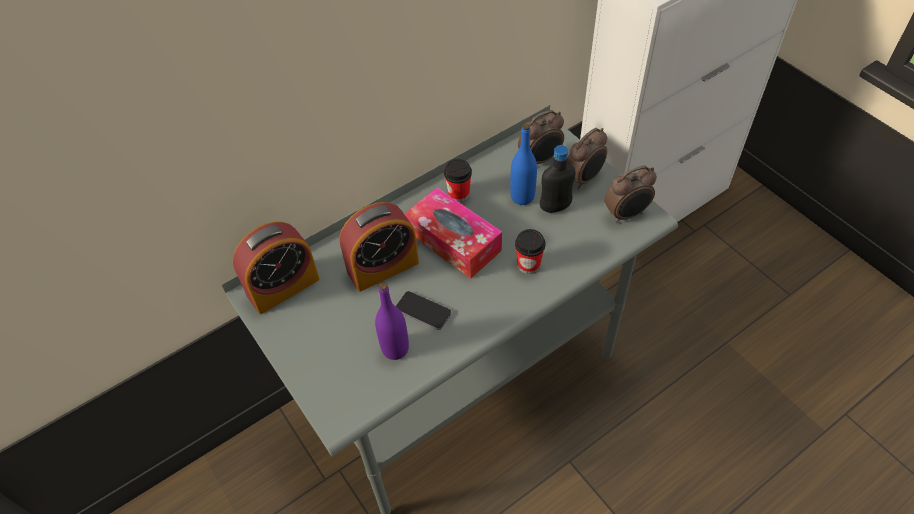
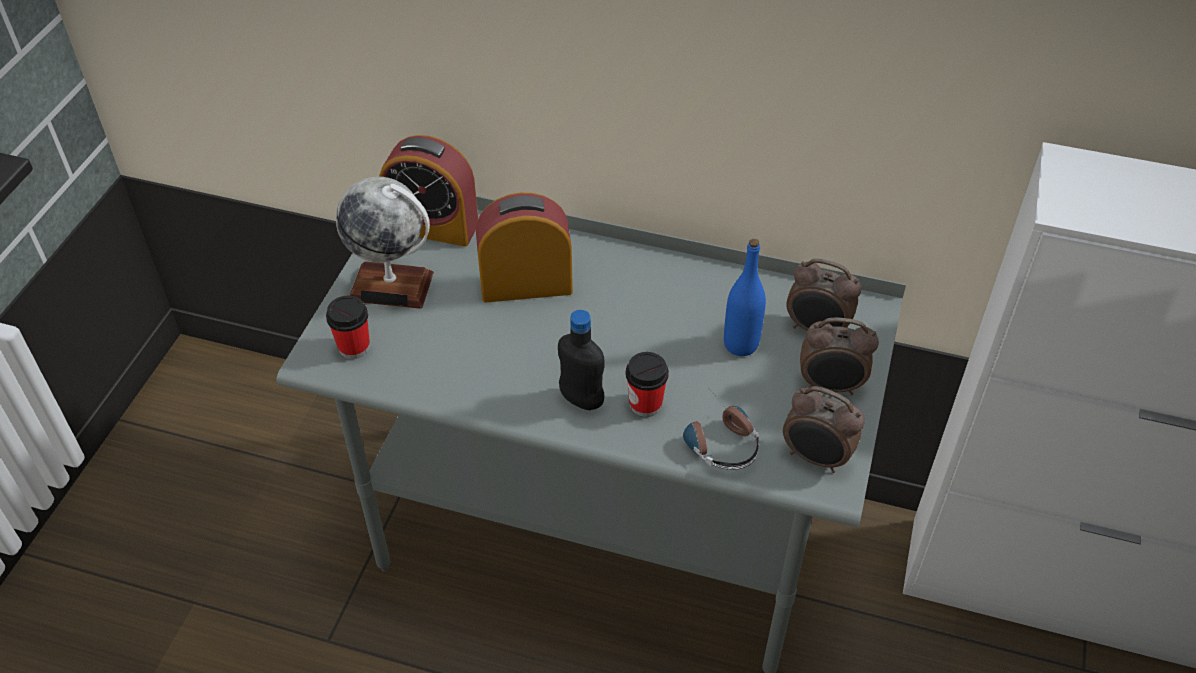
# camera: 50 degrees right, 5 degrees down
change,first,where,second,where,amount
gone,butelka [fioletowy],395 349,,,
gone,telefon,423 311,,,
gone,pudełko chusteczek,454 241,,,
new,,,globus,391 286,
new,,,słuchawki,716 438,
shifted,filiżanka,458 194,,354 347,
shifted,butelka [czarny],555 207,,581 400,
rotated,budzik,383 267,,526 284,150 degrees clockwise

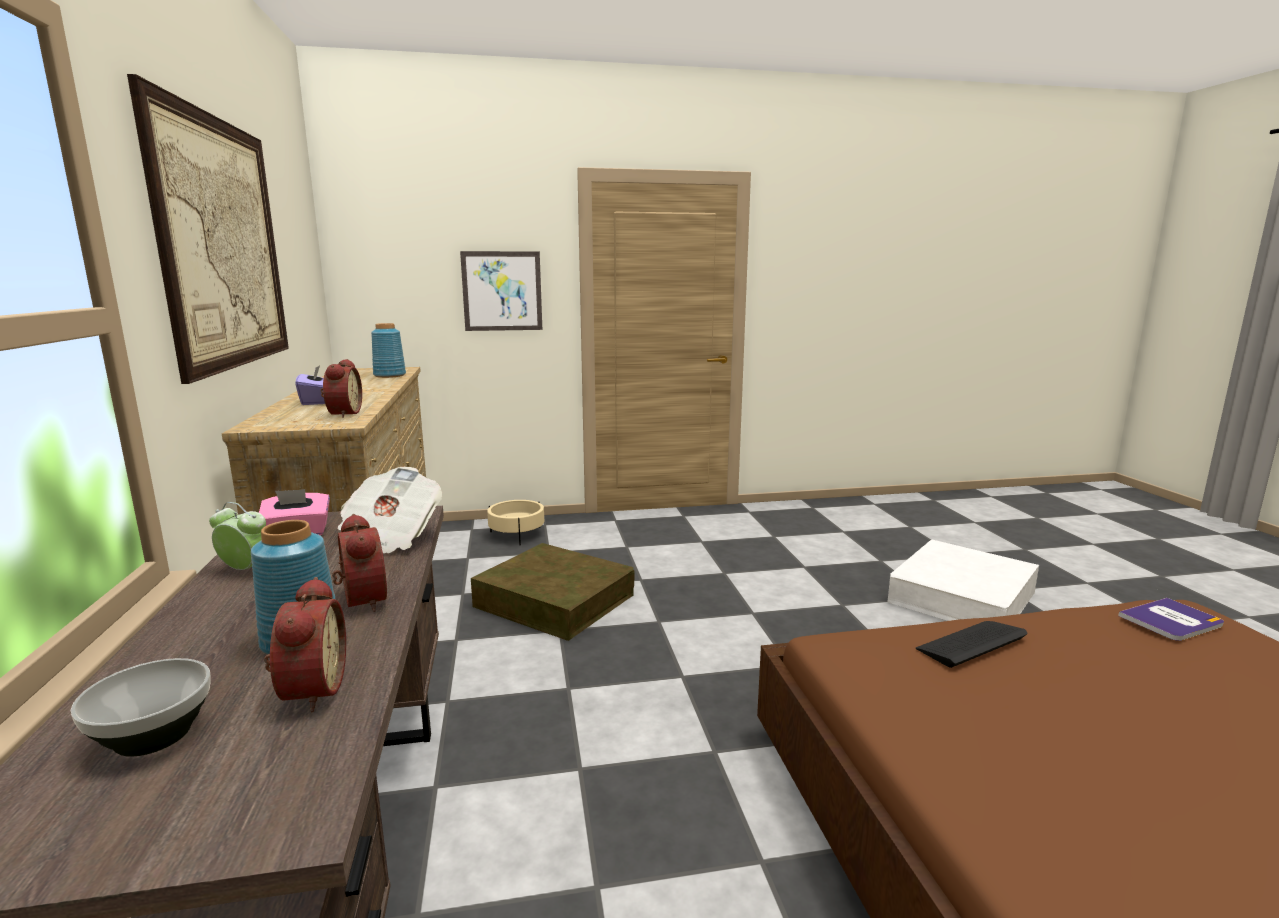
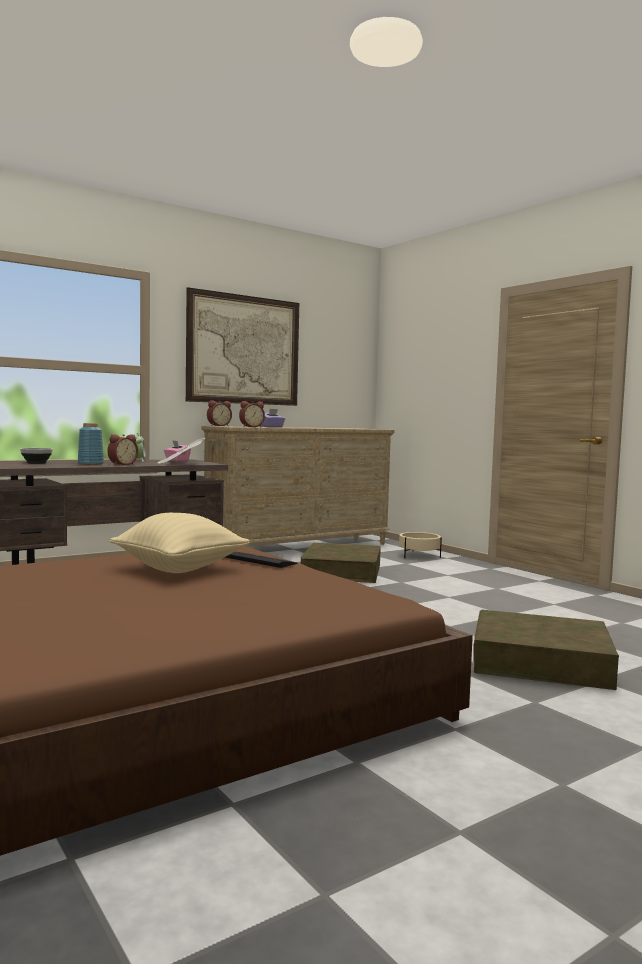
# camera: 65 degrees right, 10 degrees down
change,first,where,second,where,amount
gone,wazon [niebieski],389 375,,,
gone,obraz,502 291,,,
gone,książka,1171 621,,,
new,,,poduszka [beżowy],180 569,
shifted,budzik,309 690,,218 426,
repainted,pojemnik do przechowywania [biały],962 597,pojemnik do przechowywania [brązowy],541 661,

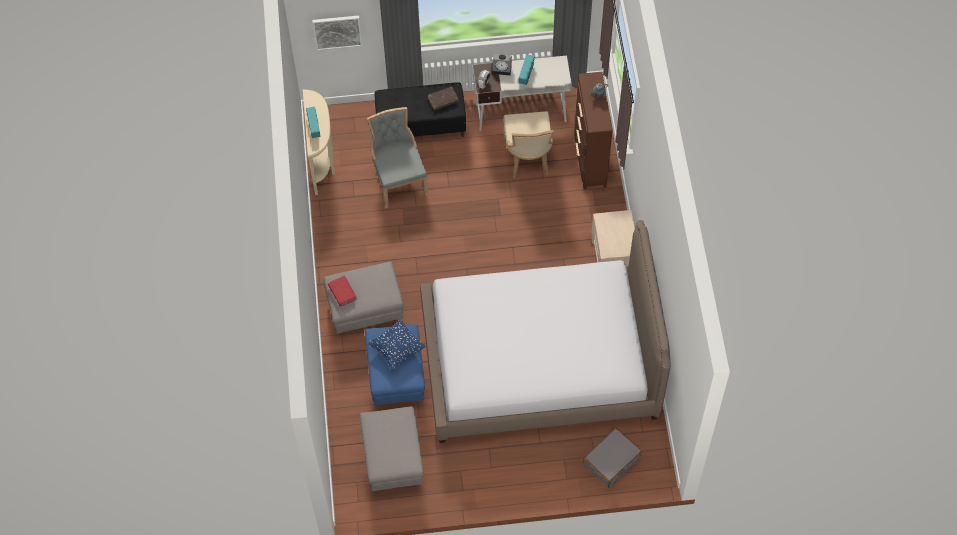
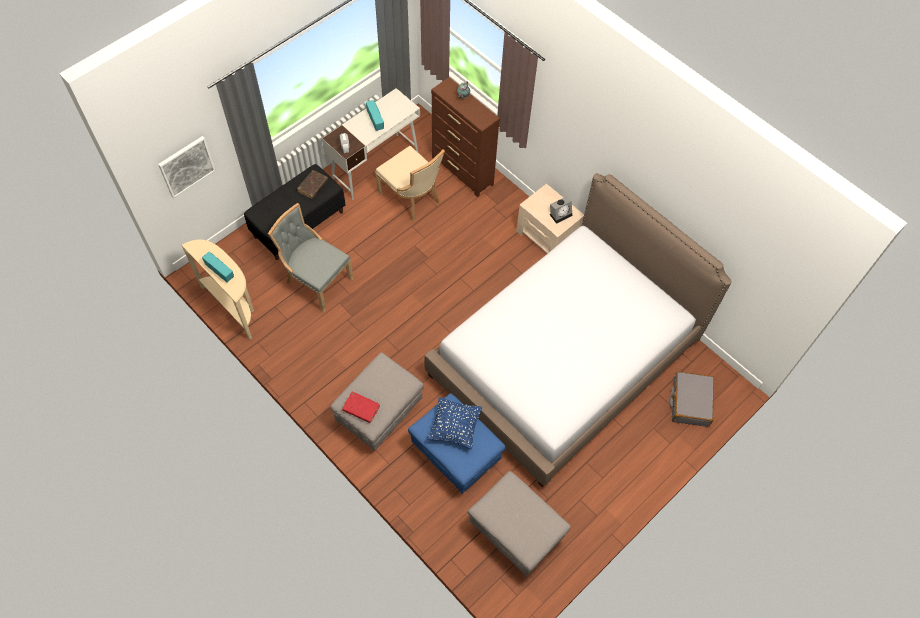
# camera: 40 degrees left, 0 degrees up
change,first,where,second,where,amount
shifted,budzik,502 68,,560 214,

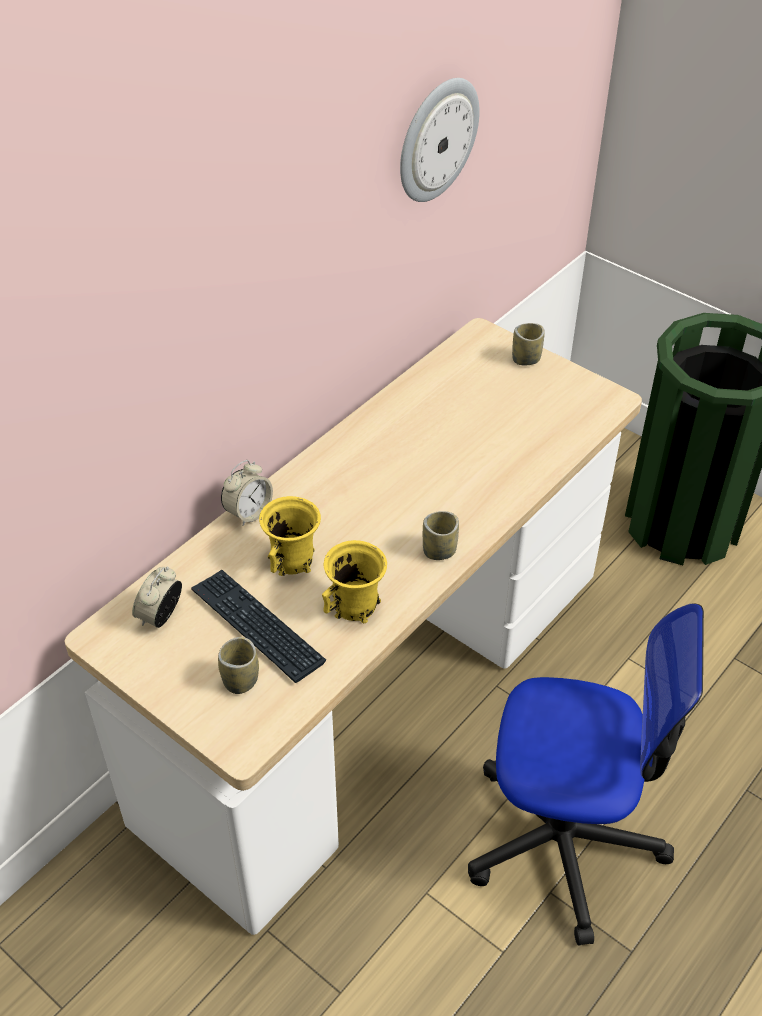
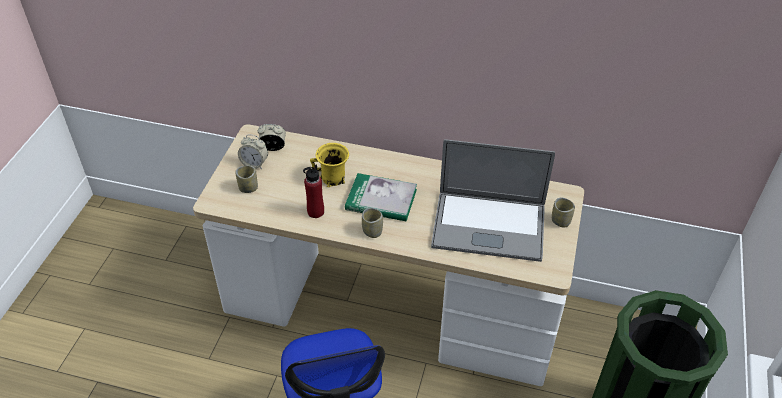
# camera: 65 degrees right, 0 degrees up
change,first,where,second,where,amount
gone,klawiatura,257 626,,,
gone,zegar ścienny,436 139,,,
new,,,książka,381 200,
new,,,laptop,488 226,
shifted,budzik,248 512,,254 164,
swapped,kubek [żółty],356 605,butelka [czerwony],315 212,

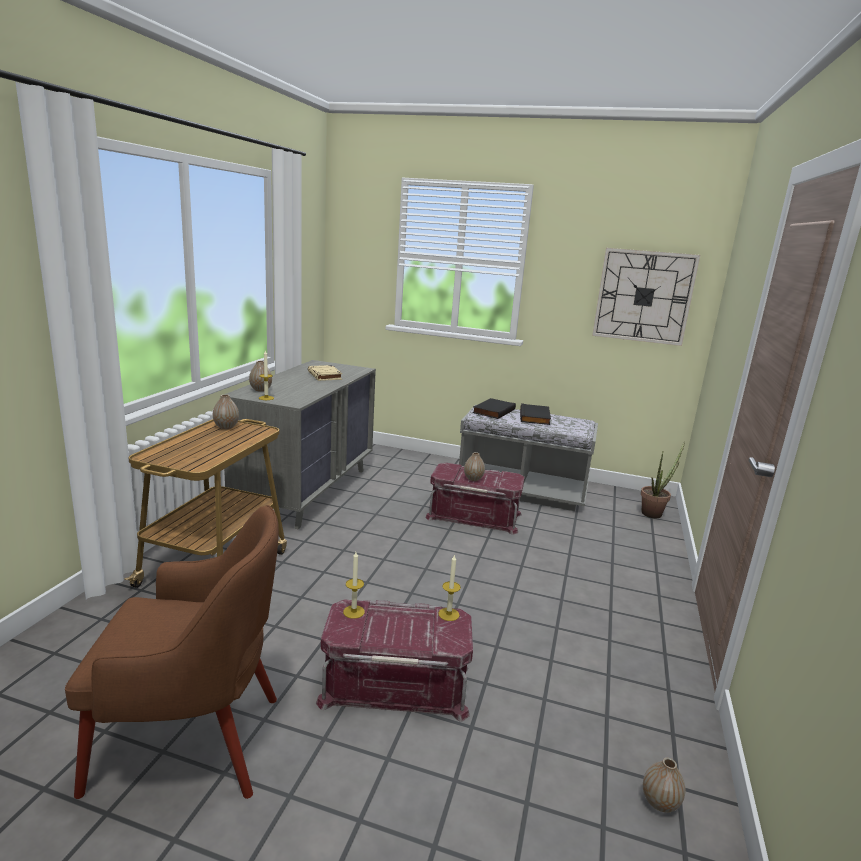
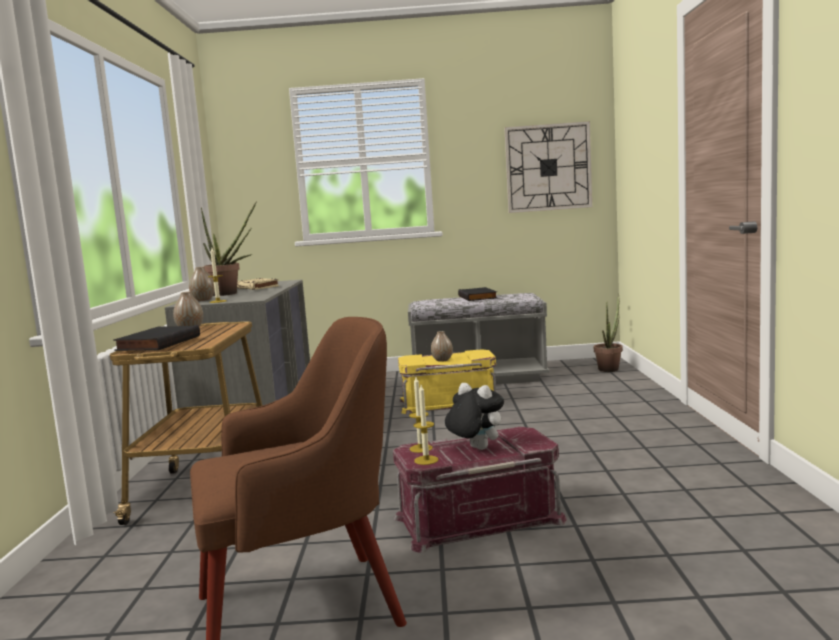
# camera: 15 degrees left, 10 degrees down
change,first,where,second,where,amount
gone,wazon,659 802,,,
new,,,roślina doniczkowa,230 294,
new,,,pluszak,475 449,
shifted,świeca,448 614,,426 460,
shifted,książka [czarny],493 411,,157 343,
repainted,pojemnik do przechowywania [czerwony],474 515,pojemnik do przechowywania [żółty],448 402,

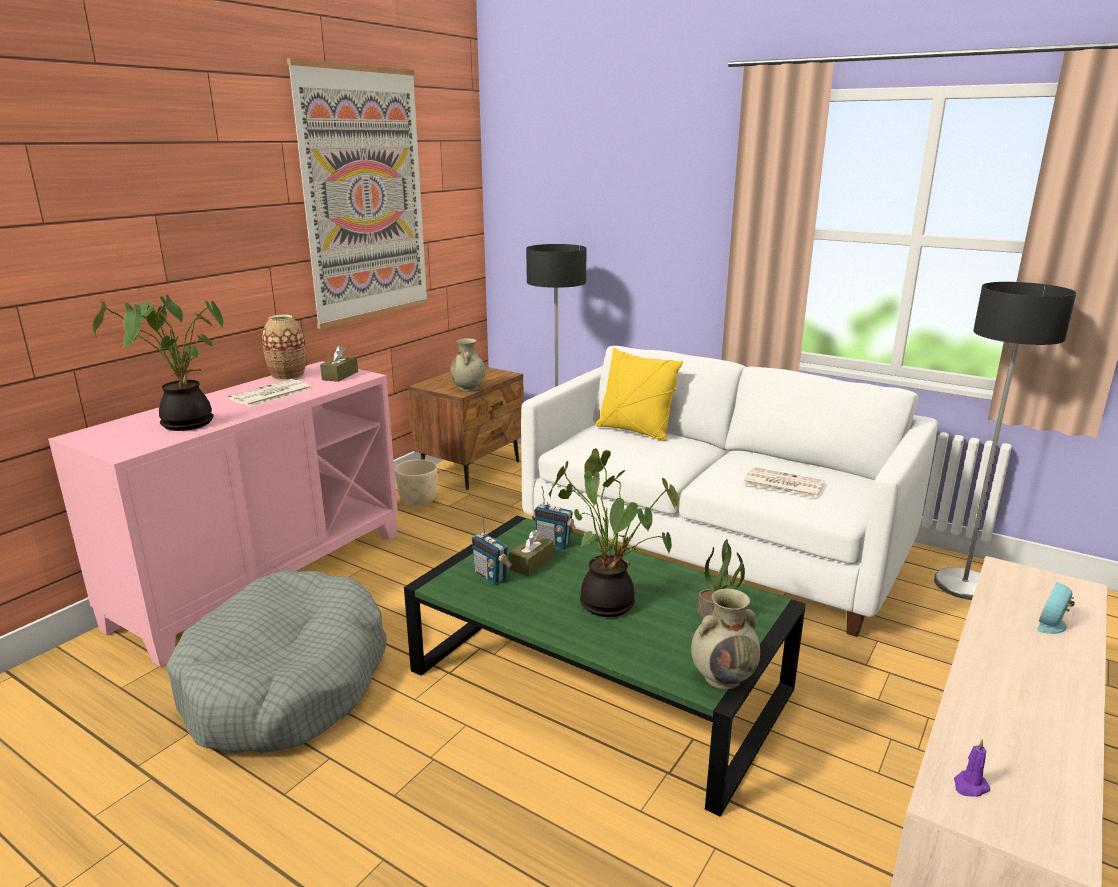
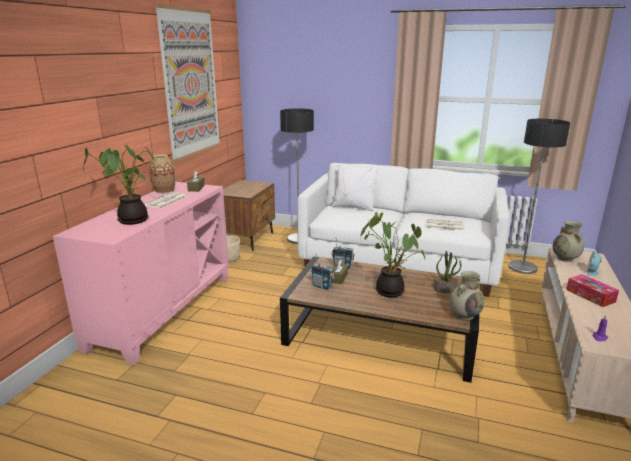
# camera: 15 degrees left, 0 degrees up
change,first,where,second,where,amount
gone,legowisko [szary],286 683,,,
new,,,pudełko chusteczek,590 296,
shifted,wazon [beżowy],468 388,,565 259,
repainted,ława [zielony],600 679,ława [brązowy],381 333,
repainted,poduszka [żółty],634 431,poduszka [biały],354 207,

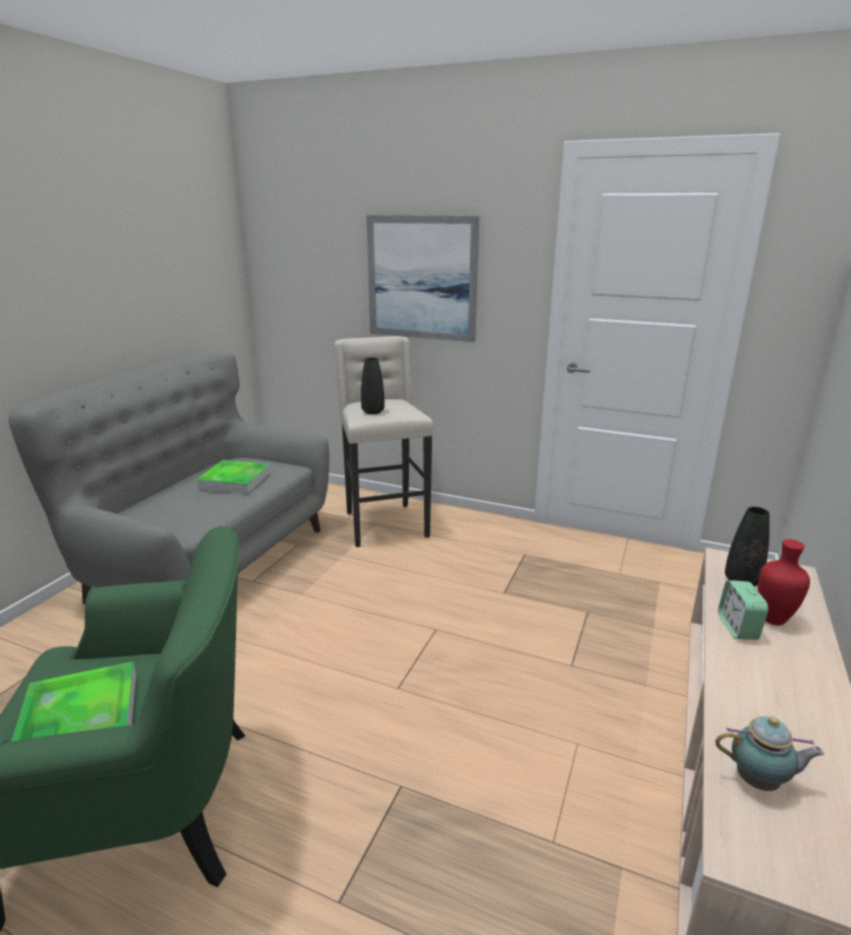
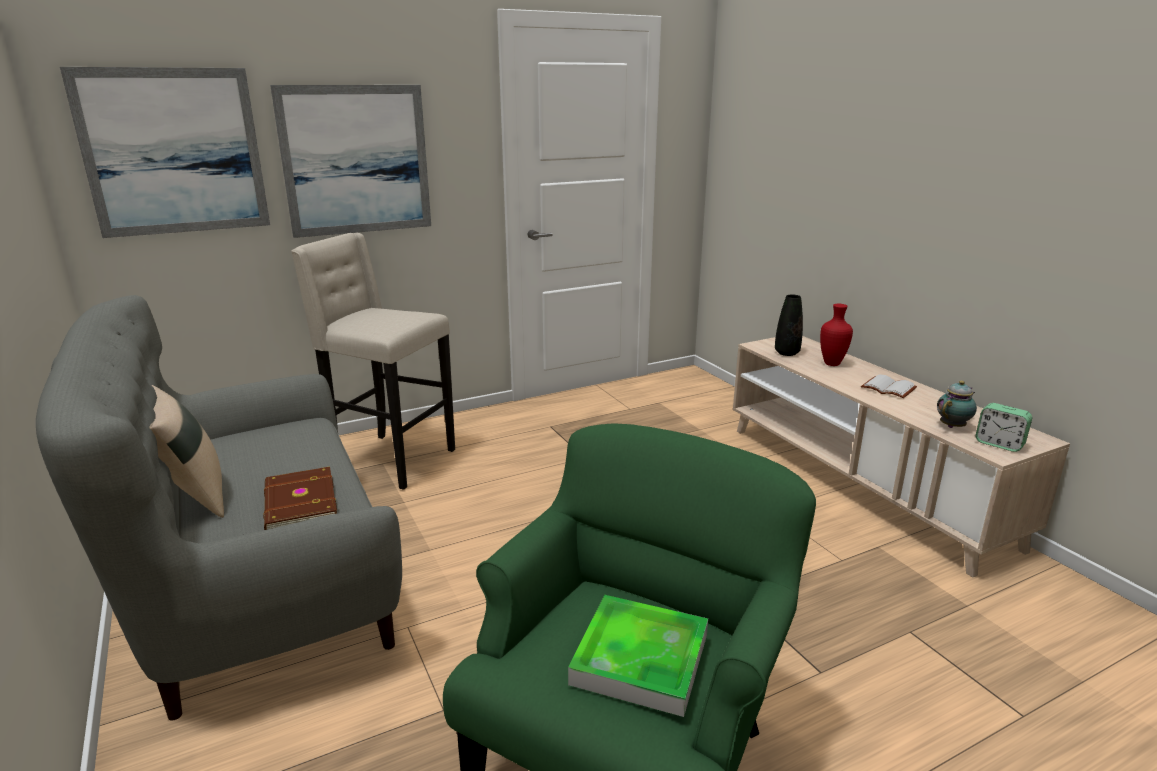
# camera: 50 degrees left, 0 degrees up
change,first,where,second,where,amount
gone,taca,235 481,,,
gone,wazon [czarny],373 412,,,
new,,,obraz,174 152,
new,,,poduszka [beżowy],192 497,
new,,,książka [brązowy],298 504,
new,,,książka [biały],887 388,
shifted,budzik,737 628,,999 444,

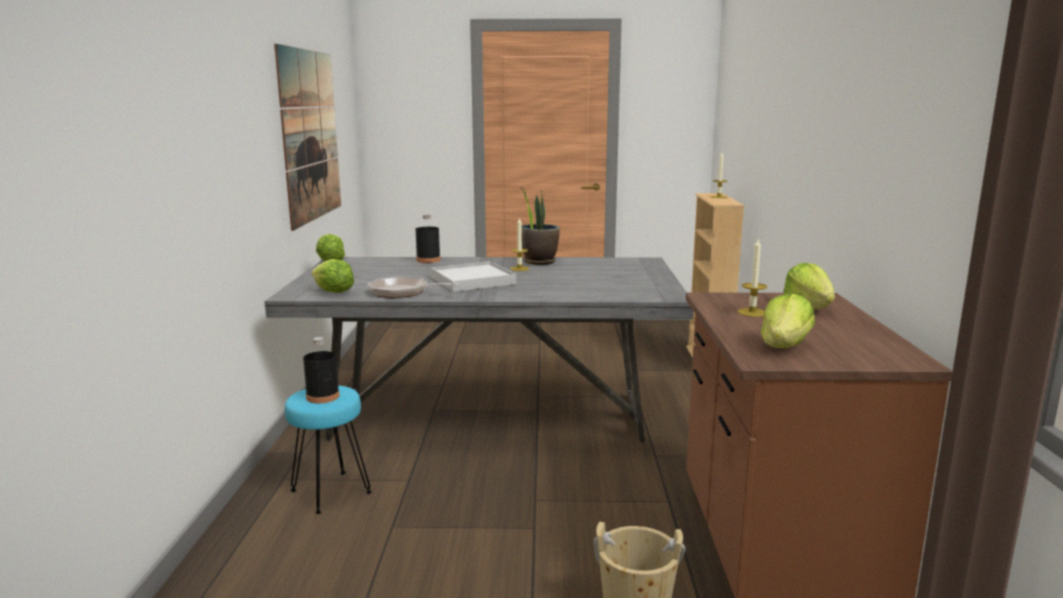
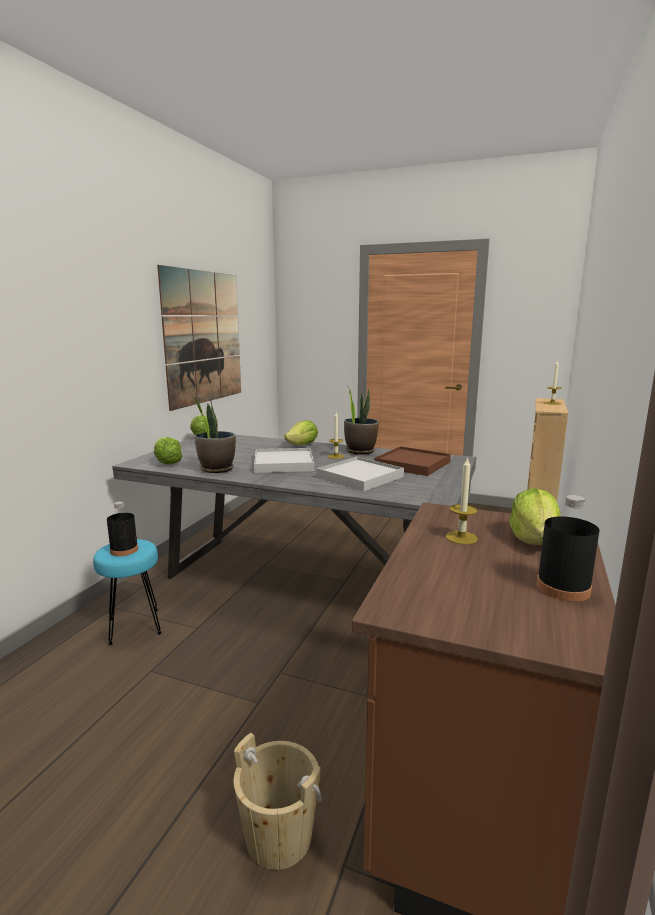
# camera: 20 degrees right, 0 degrees up
change,first,where,second,where,amount
new,,,taca [biały],360 477,
new,,,taca [brązowy],412 464,
shifted,butelka [czarny],428 260,,563 588,
shifted,sałata,785 346,,302 445,
swapped,patelnia,403 292,roślina doniczkowa,216 469,

